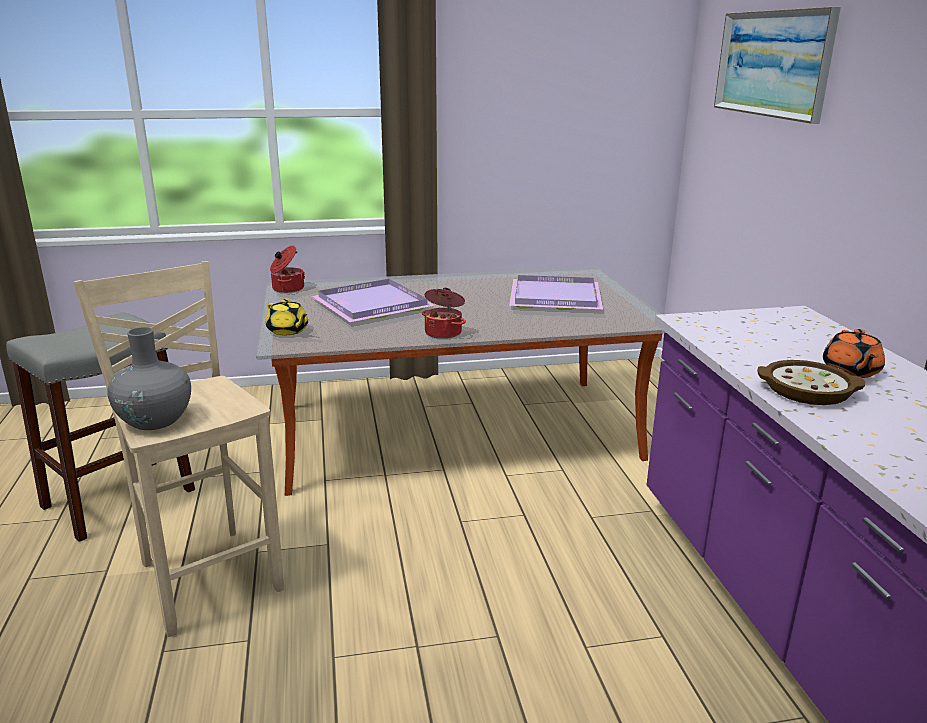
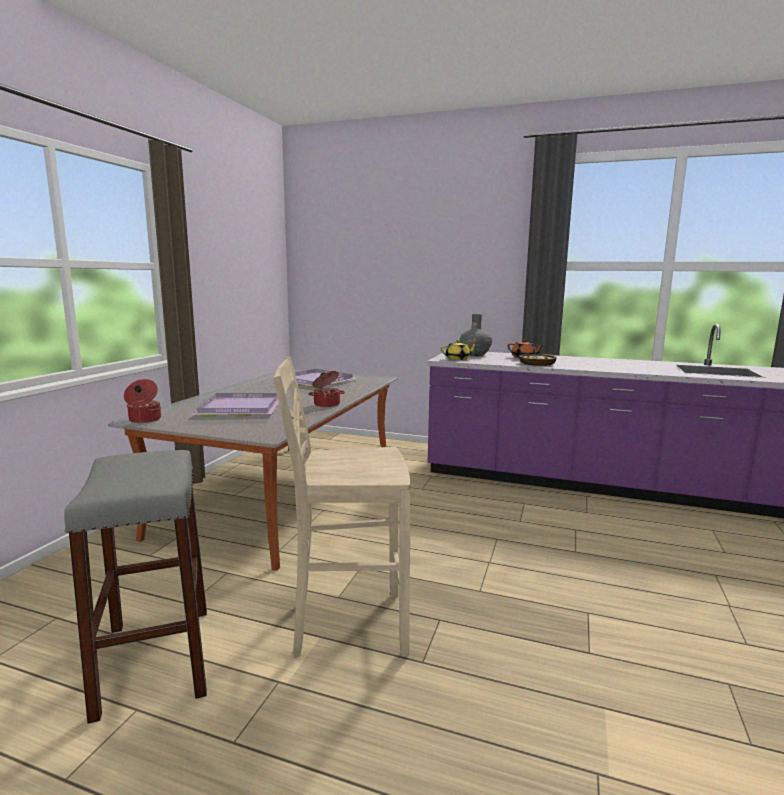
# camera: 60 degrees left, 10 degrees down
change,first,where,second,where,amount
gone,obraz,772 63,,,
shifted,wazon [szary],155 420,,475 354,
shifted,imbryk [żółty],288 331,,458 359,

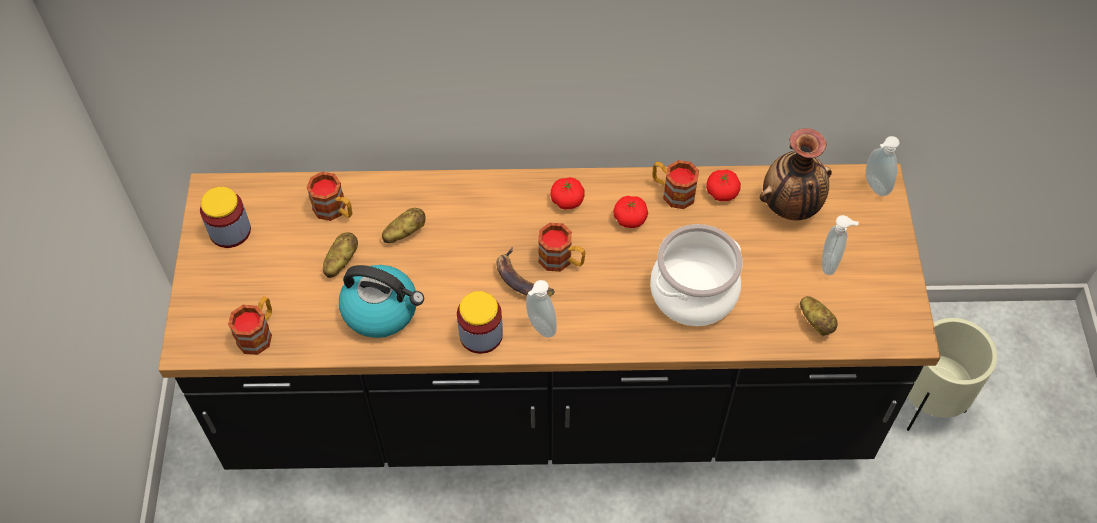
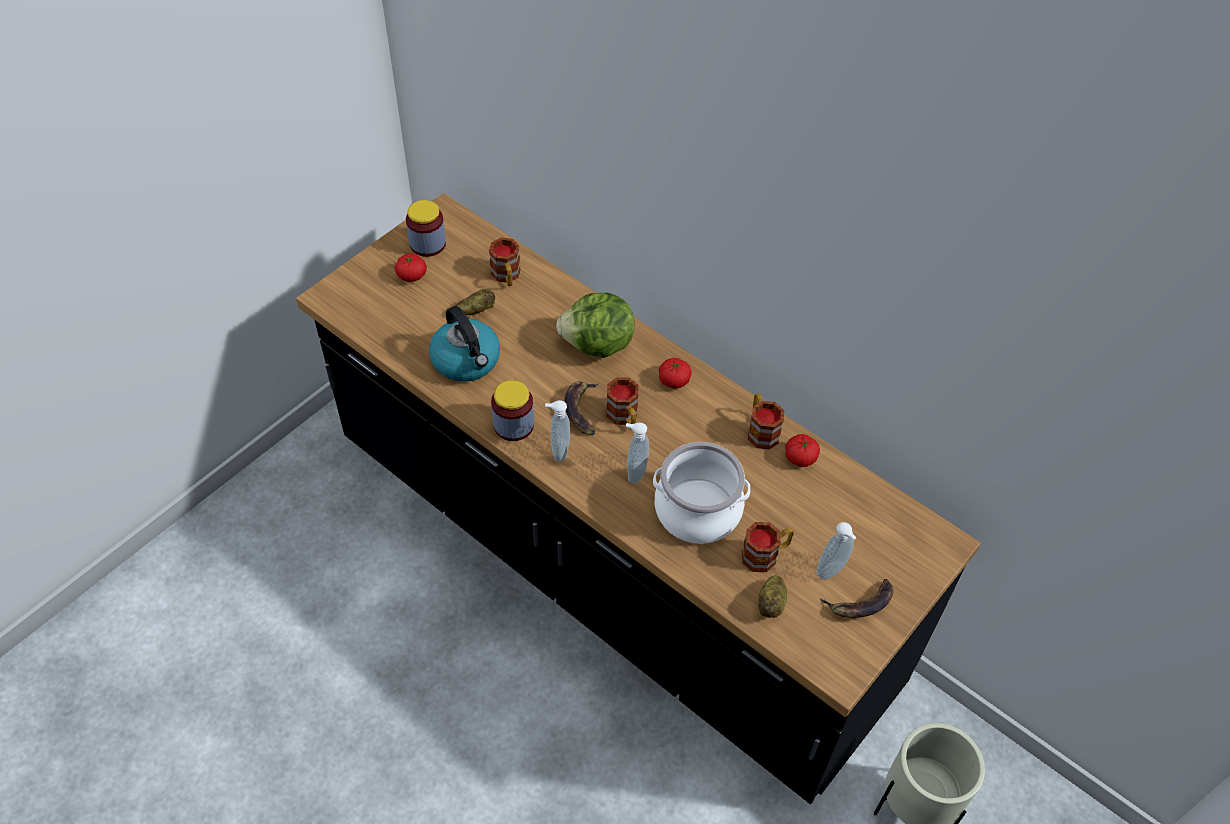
# camera: 40 degrees right, 5 degrees down
change,first,where,second,where,amount
gone,ziemniak,404 233,,,
gone,wazon,790 206,,,
new,,,sałata,598 346,
new,,,banan,860 604,
shifted,kubek,258 333,,766 555,
shifted,pomidor,630 219,,411 275,
shifted,dozownik mydła,874 187,,635 472,

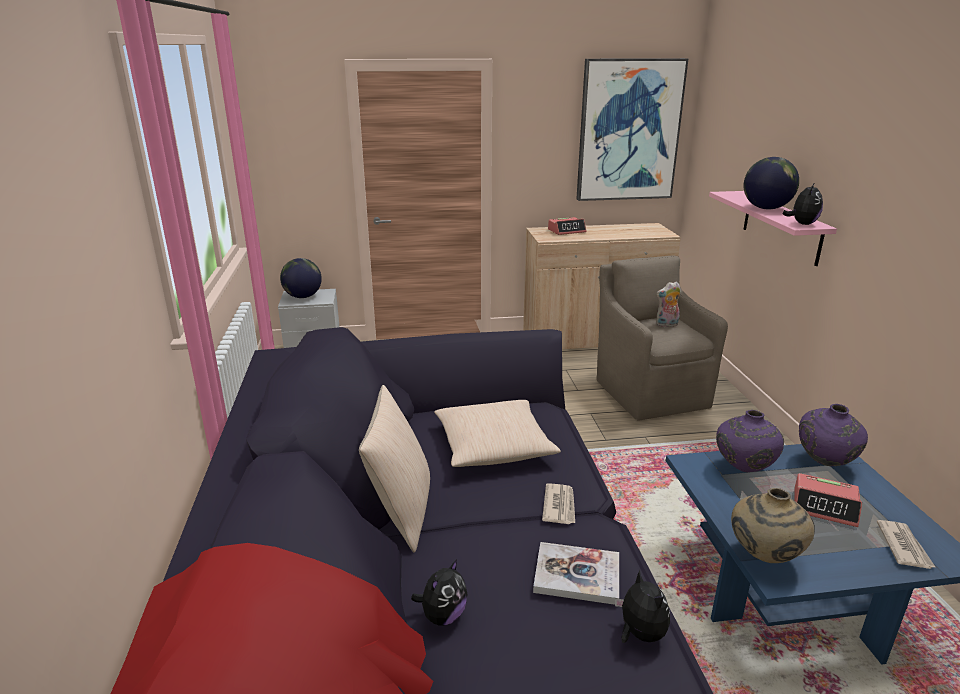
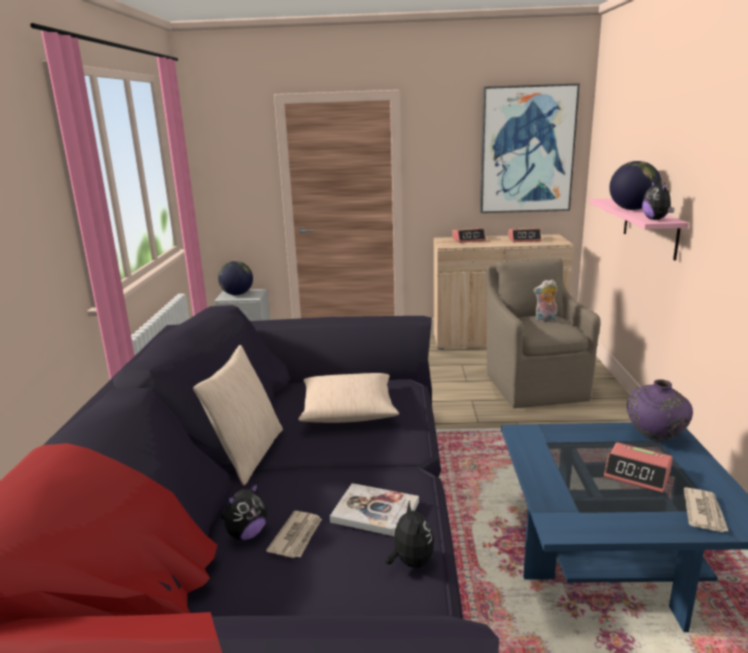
# camera: 10 degrees right, 5 degrees down
change,first,where,second,where,amount
gone,wazon [fioletowy],743 469,,,
gone,wazon [beżowy],763 557,,,
new,,,budzik,524 240,
shifted,gazeta,559 506,,297 536,
rotated,pluszak,802 224,,656 219,135 degrees clockwise

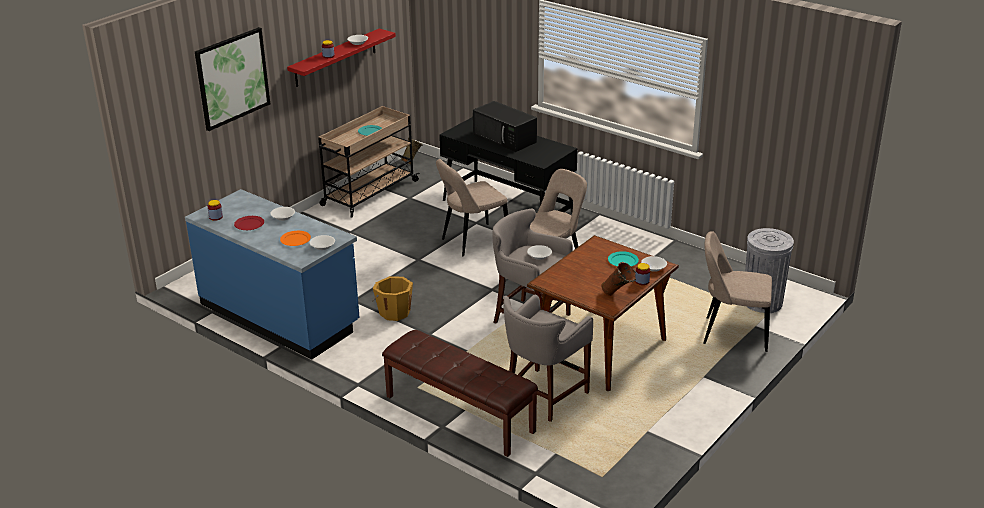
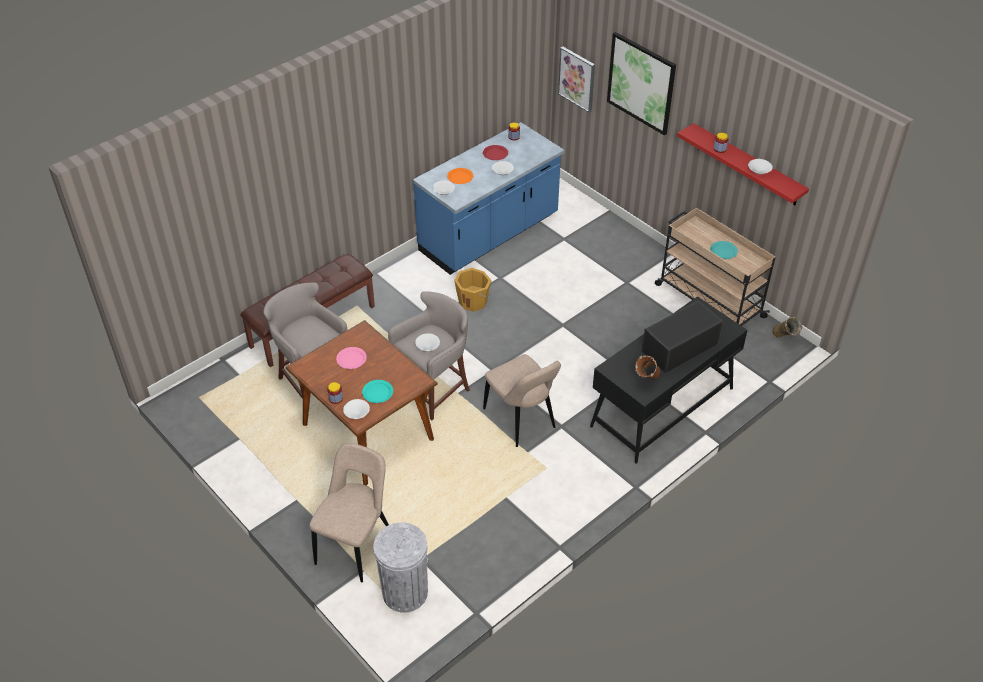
# camera: 100 degrees right, 15 degrees up
change,first,where,second,where,amount
gone,krzesło [beżowy],472 241,,,
new,,,talerz [różowy],351 359,
new,,,obraz,577 79,
shifted,wazon [brązowy],618 295,,646 382,

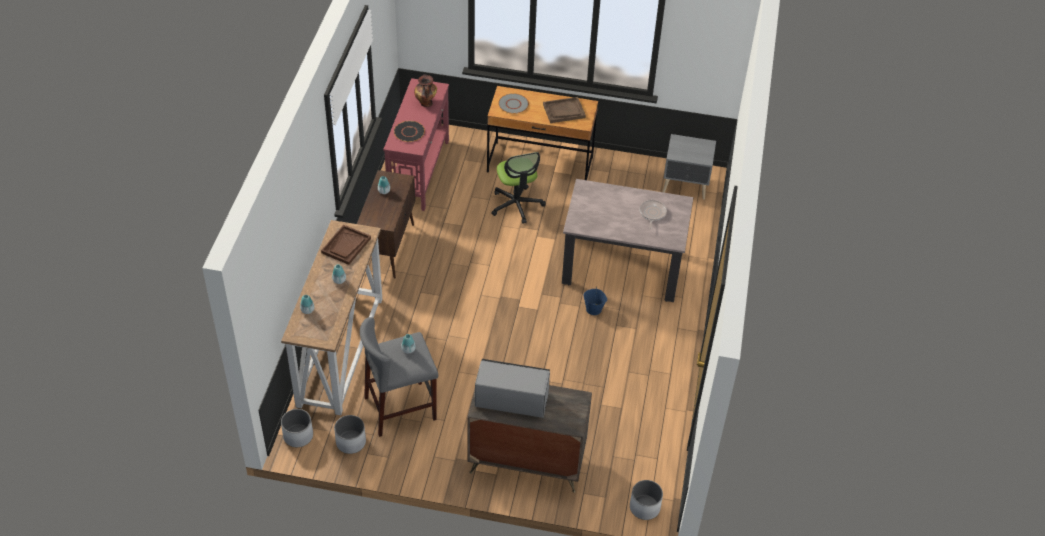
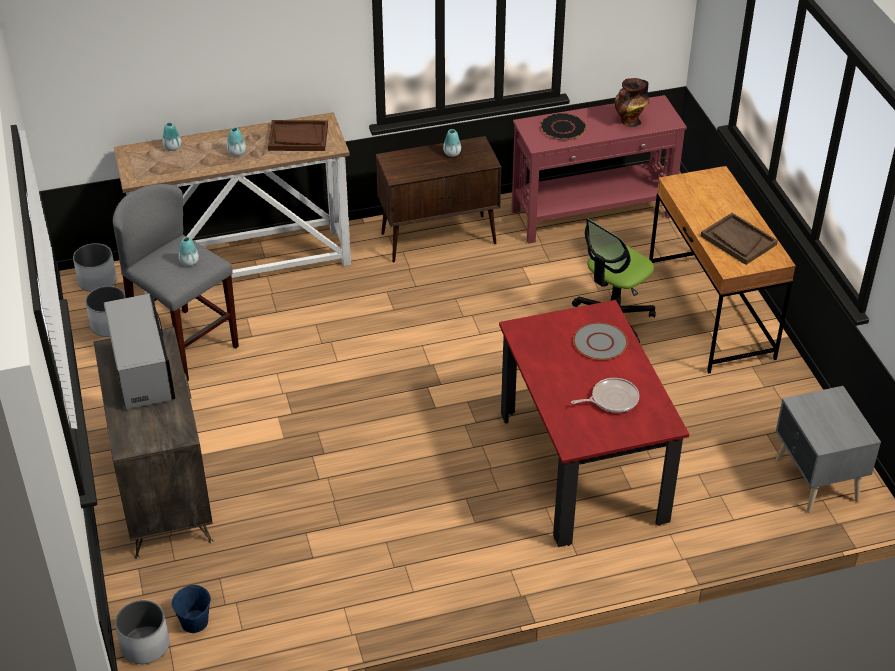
# camera: 65 degrees right, 5 degrees down
change,first,where,second,where,amount
shifted,talerz [szary],513 104,,599 342,
shifted,wiadro [niebieski],594 309,,194 622,
repainted,stół jadalny [beżowy],622 268,stół jadalny [czerwony],582 467,

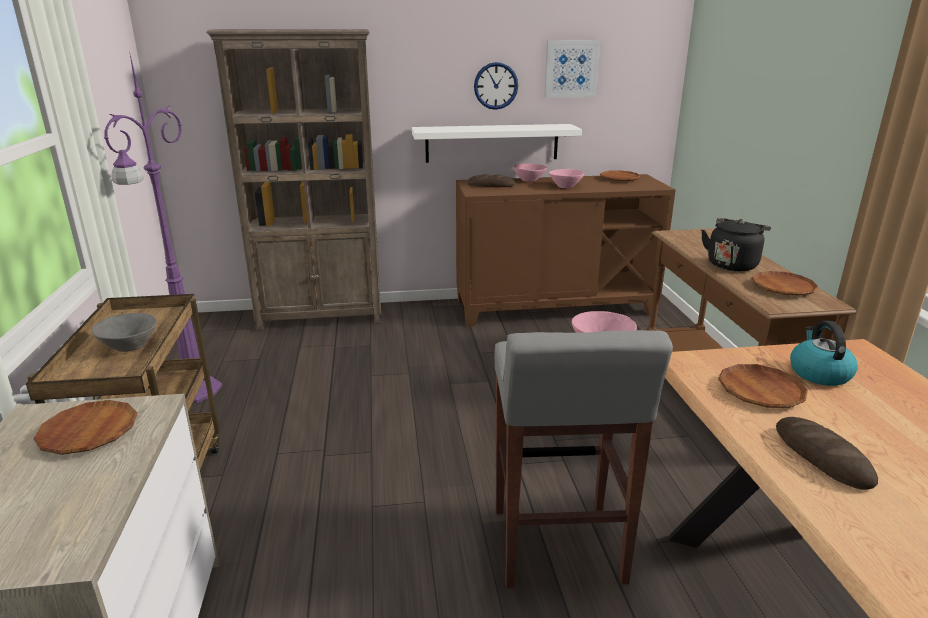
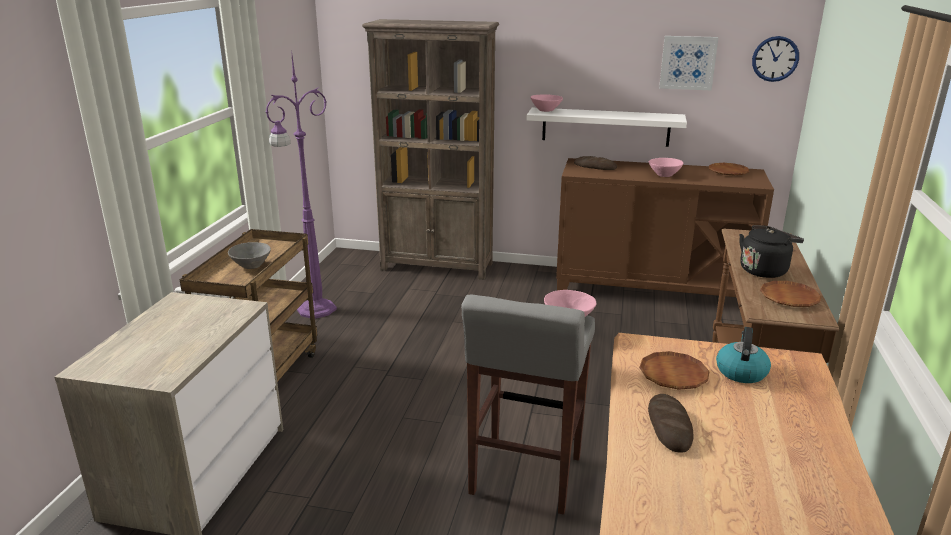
# camera: 20 degrees right, 0 degrees up
change,first,where,second,where,amount
gone,talerz [brązowy],89 432,,,
shifted,zegar ścienny,496 86,,775 59,
shifted,miska [różowy],529 180,,546 110,

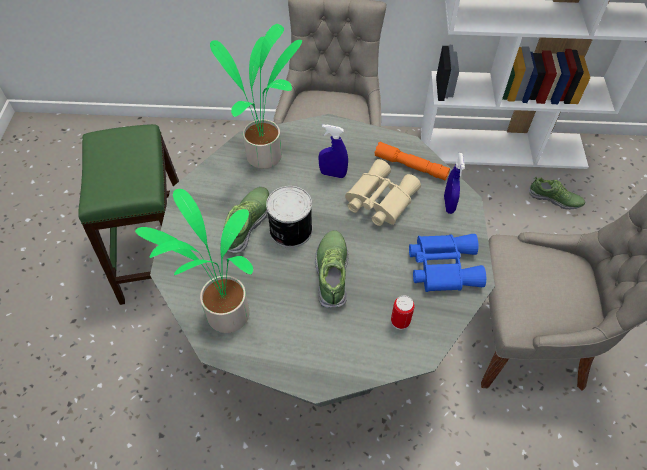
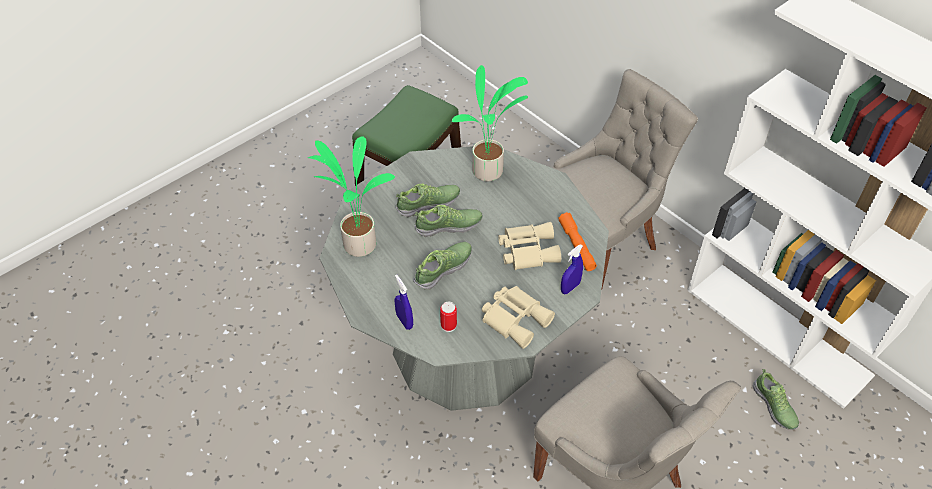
# camera: 45 degrees right, 5 degrees down
change,first,where,second,where,amount
shifted,spryskiwacz [niebieski],333 174,,404 321,
swapped,puszka,289 230,but,448 226,
repainted,lornetka [niebieski],442 265,lornetka [beżowy],515 318,

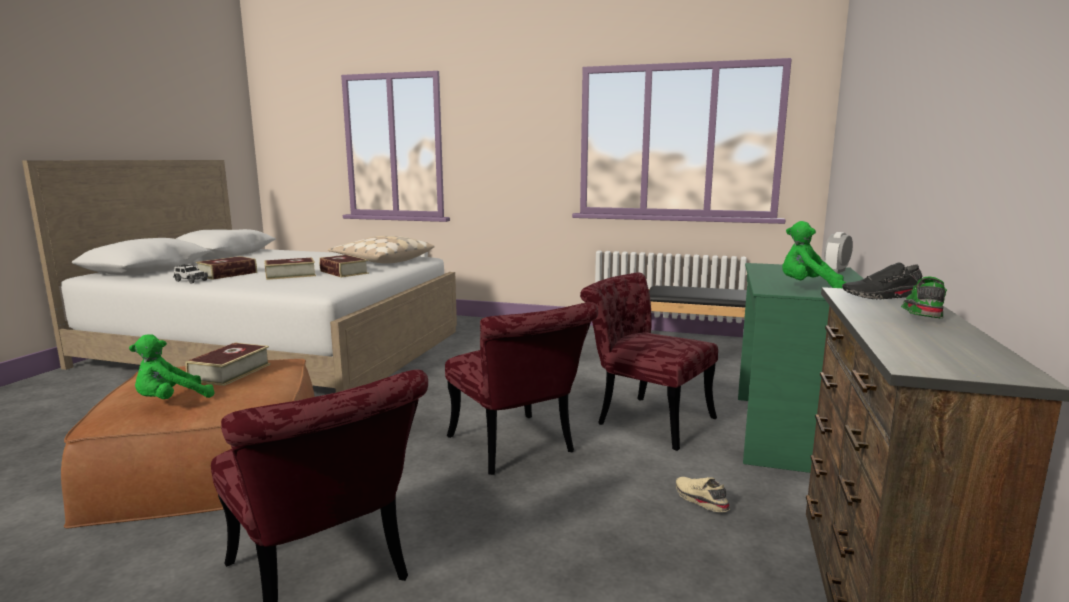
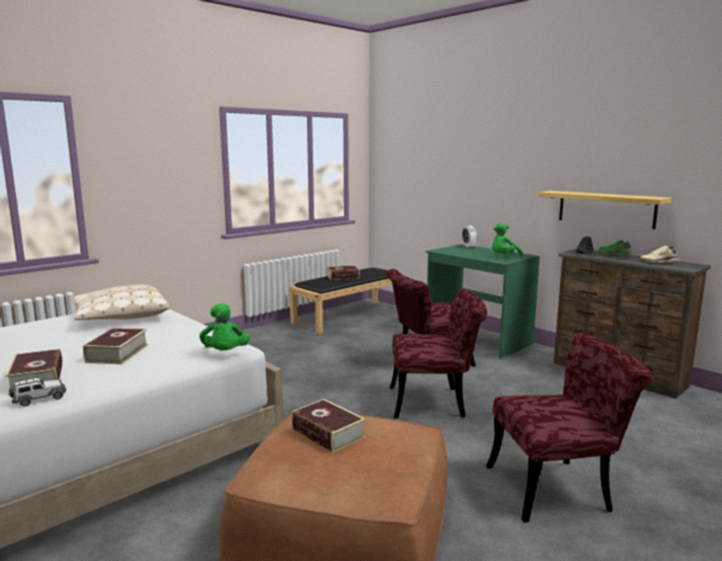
# camera: 60 degrees left, 0 degrees up
change,first,where,second,where,amount
new,,,półka,606 209,
shifted,pluszak [zielony],171 401,,225 353,
shifted,książka,344 272,,343 277,
shifted,but [beżowy],699 500,,659 262,

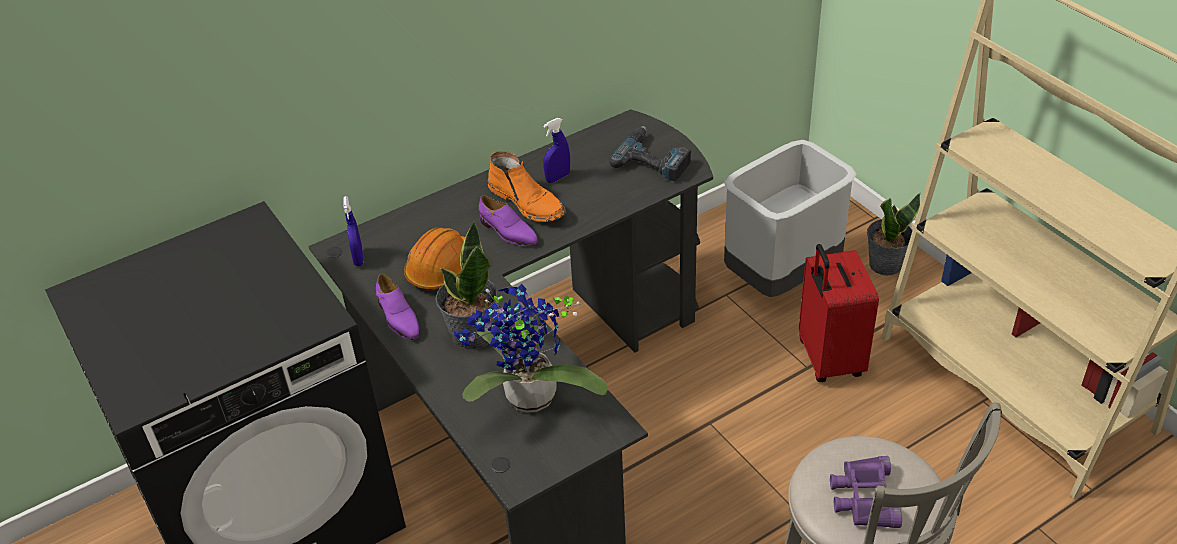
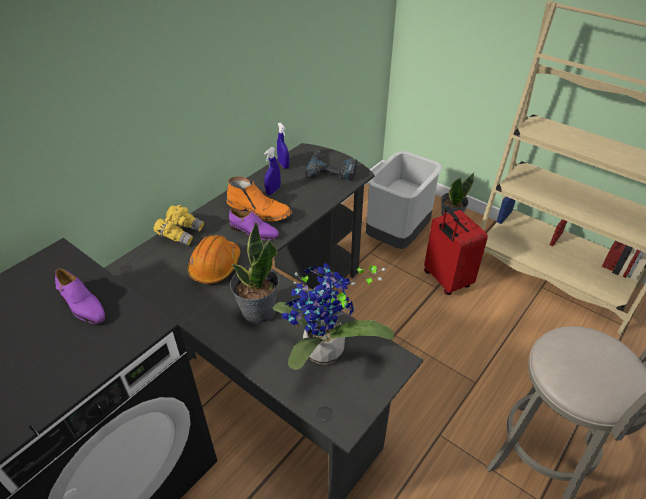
# camera: 20 degrees left, 0 degrees up
change,first,where,second,where,amount
gone,lornetka [fioletowy],864 497,,,
new,,,lornetka [żółty],181 233,
shifted,spryskiwacz [niebieski],358 258,,283 165,
shifted,but [fioletowy],398 318,,82 306,

